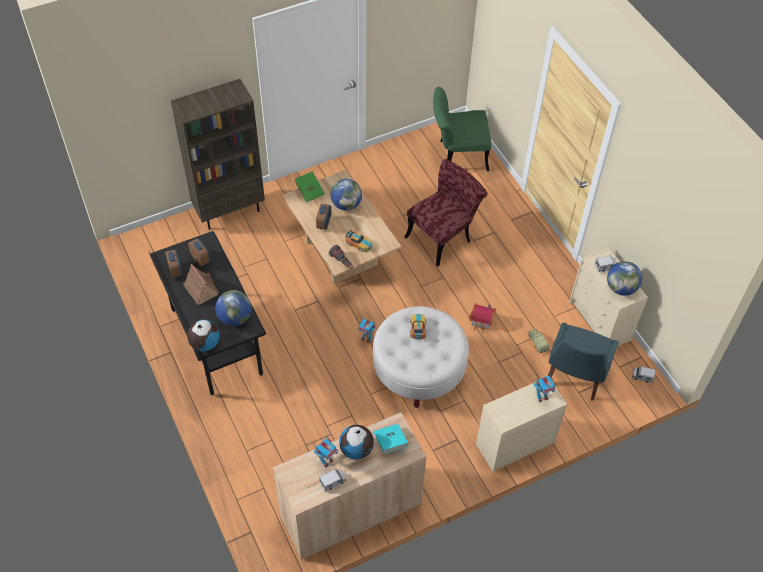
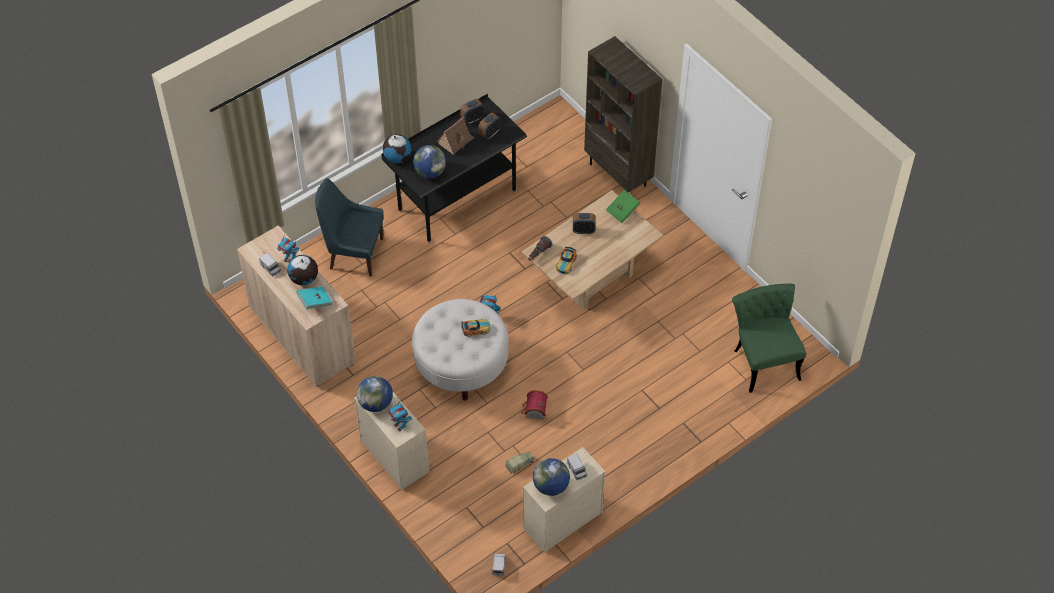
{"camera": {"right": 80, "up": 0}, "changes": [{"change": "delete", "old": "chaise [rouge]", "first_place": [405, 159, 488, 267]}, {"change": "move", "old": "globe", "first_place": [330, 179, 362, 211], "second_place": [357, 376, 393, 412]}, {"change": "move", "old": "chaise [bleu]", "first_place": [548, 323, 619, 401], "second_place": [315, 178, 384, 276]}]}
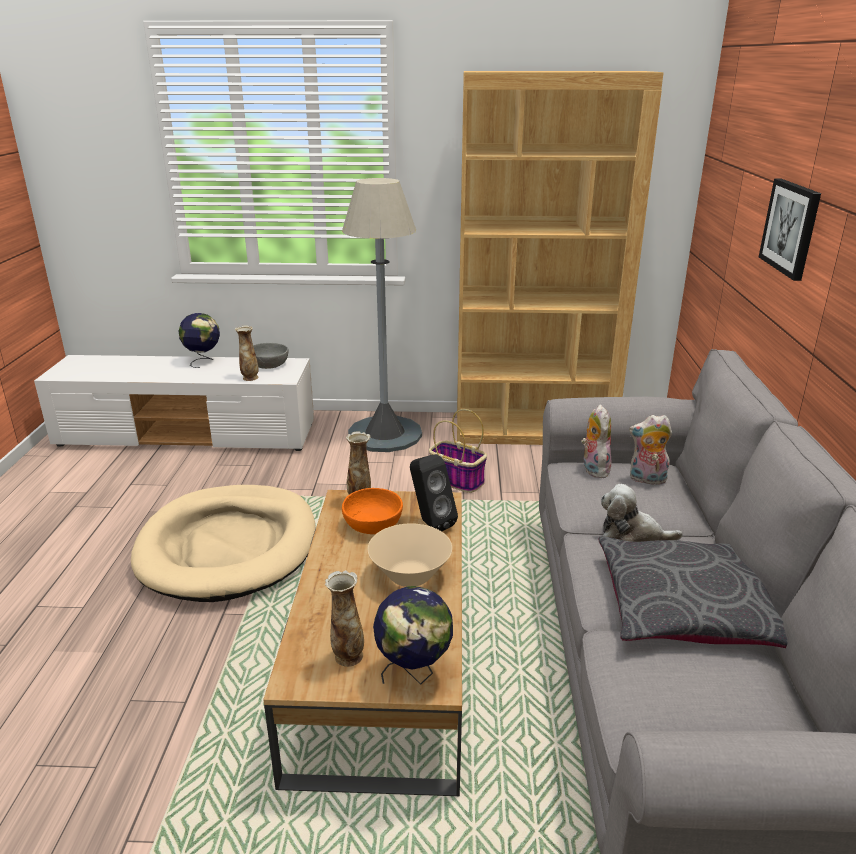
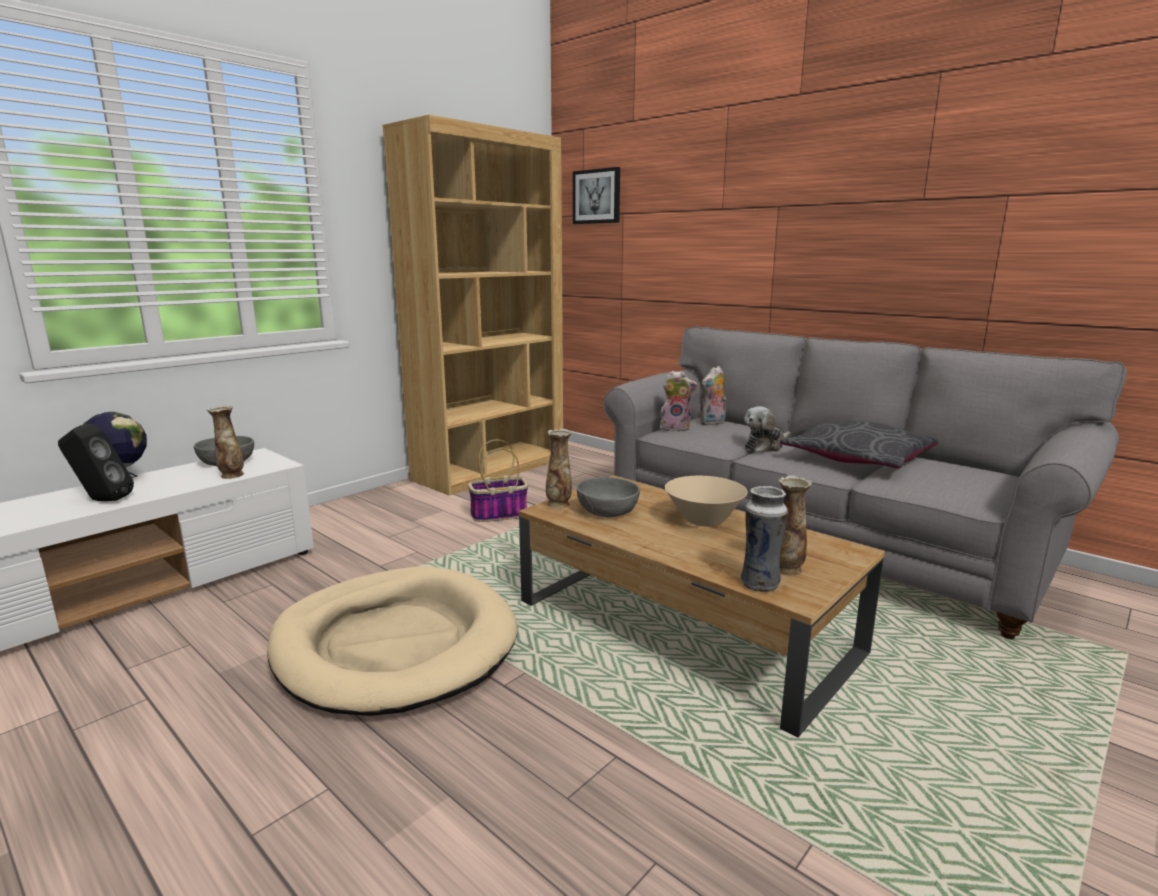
{"camera": {"right": -50, "up": -10}, "changes": [{"change": "delete", "old": "lampadaire [gris]", "first_place": [342, 178, 422, 452]}, {"change": "move", "old": "tableau", "first_place": [759, 179, 821, 281], "second_place": [573, 167, 620, 224]}, {"change": "rotate", "old": "peluche", "first_place": [581, 404, 611, 478], "second_place": [660, 370, 698, 432], "degrees": 150}, {"change": "move", "old": "enceinte [noir]", "first_place": [410, 454, 458, 531], "second_place": [58, 423, 134, 501]}, {"change": "recolor", "old": "bol [orange]", "new": "bol [gris]", "first_place": [342, 488, 403, 534], "second_place": [577, 477, 640, 517]}, {"change": "delete", "old": "globe", "first_place": [373, 586, 453, 685]}, {"change": "insert", "new": "vase", "second_place": [741, 486, 788, 592]}]}
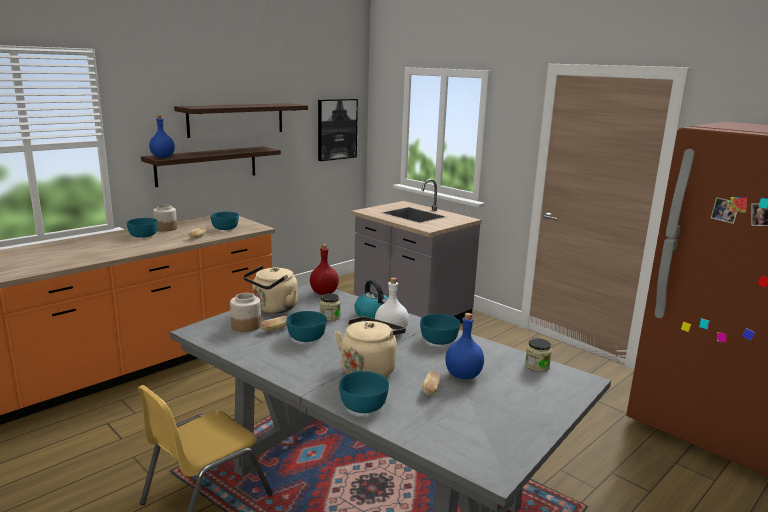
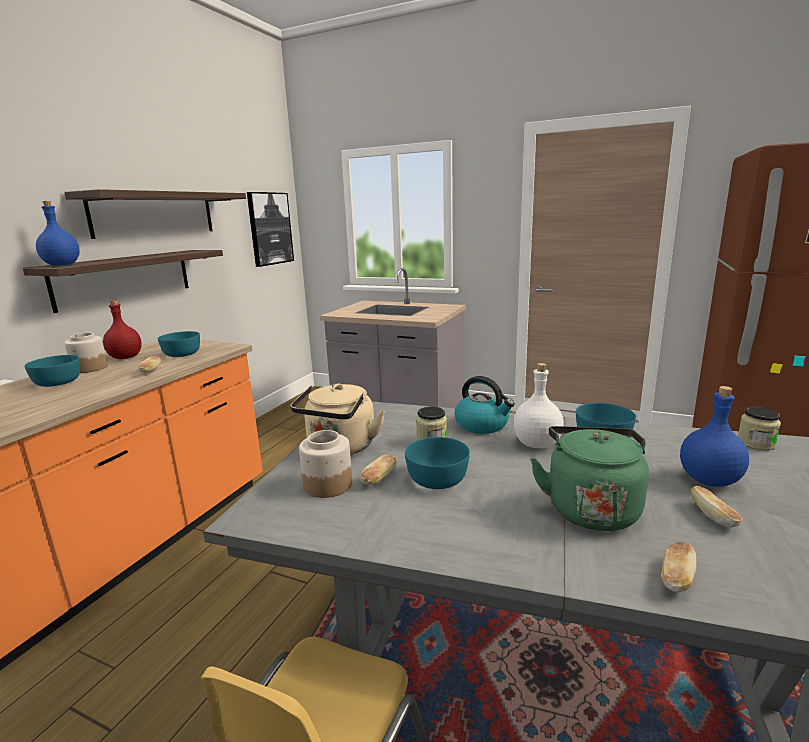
{"camera": {"right": -20, "up": 0}, "changes": [{"change": "move", "old": "bouteille [rouge]", "first_place": [310, 244, 339, 295], "second_place": [103, 300, 142, 359]}, {"change": "recolor", "old": "bouilloire [beige]", "new": "bouilloire [vert]", "first_place": [335, 317, 406, 378], "second_place": [530, 426, 649, 531]}, {"change": "replace", "old": "bol [turquoise]", "new": "pain", "first_place": [339, 371, 389, 413], "second_place": [662, 542, 696, 592]}]}
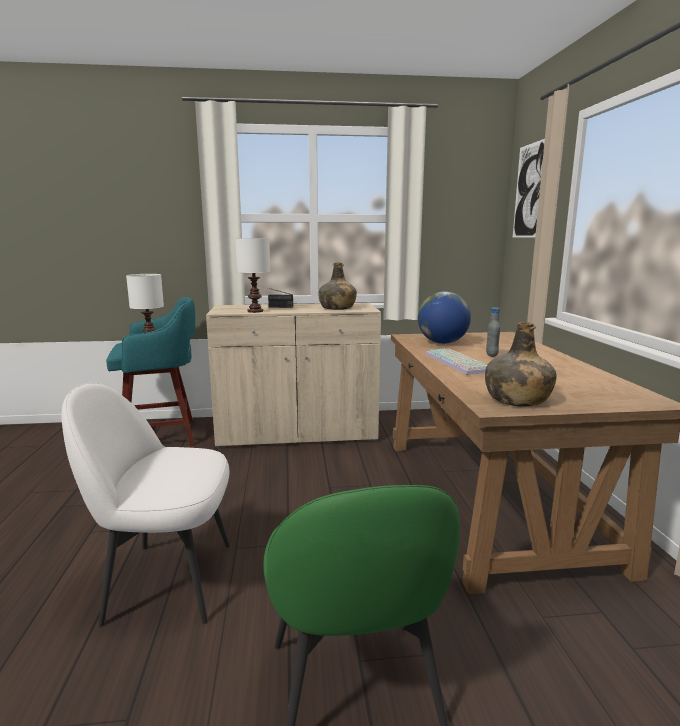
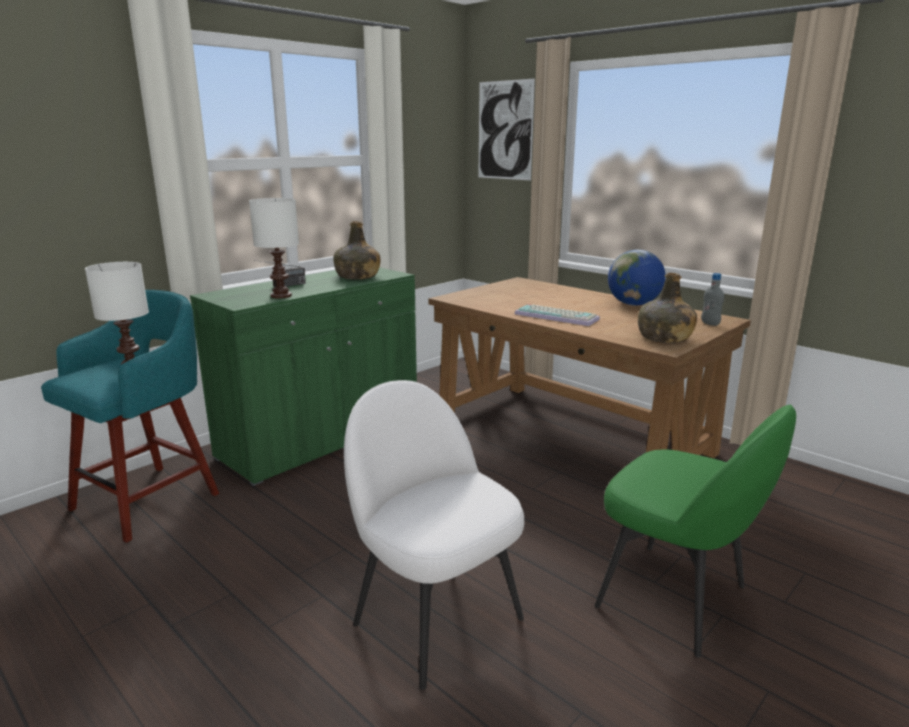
{"camera": {"right": -40, "up": 5}, "changes": [{"change": "move", "old": "globe", "first_place": [418, 292, 471, 344], "second_place": [608, 249, 666, 306]}, {"change": "recolor", "old": "meuble de rangement [beige]", "new": "meuble de rangement [vert]", "first_place": [206, 303, 381, 448], "second_place": [190, 267, 417, 486]}, {"change": "move", "old": "bouteille [gris]", "first_place": [486, 308, 500, 357], "second_place": [701, 273, 724, 326]}, {"change": "rotate", "old": "chaise [blanc]", "first_place": [61, 383, 230, 627], "second_place": [344, 380, 524, 690], "degrees": 90}]}
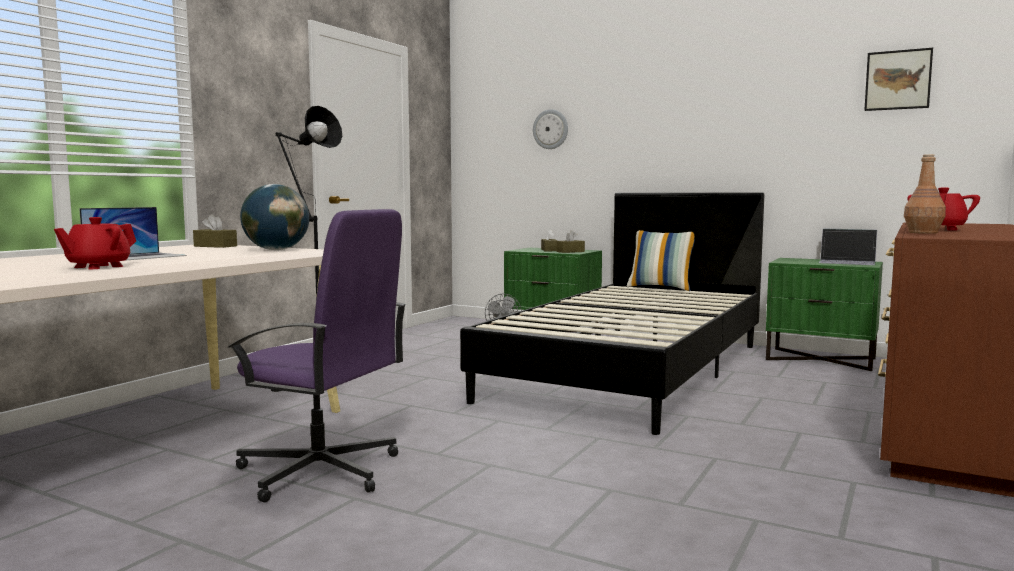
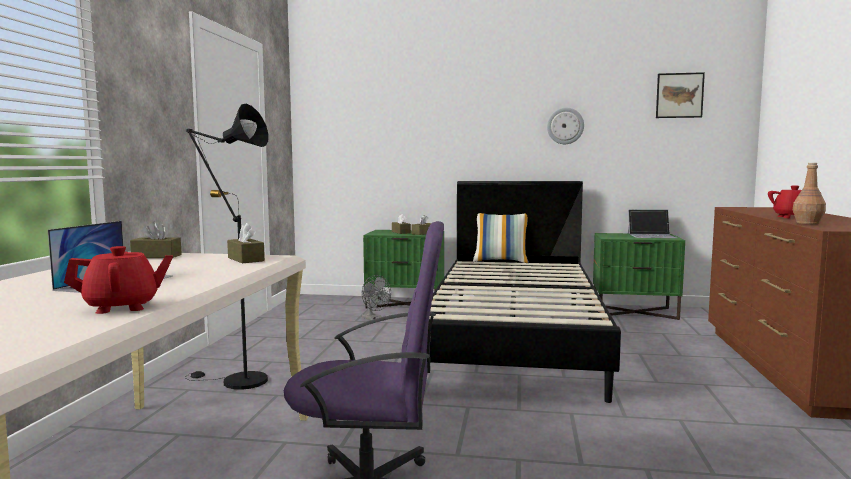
{"camera": {"right": -20, "up": 0}, "changes": [{"change": "move", "old": "horloge murale", "first_place": [533, 109, 568, 149], "second_place": [547, 108, 584, 144]}, {"change": "replace", "old": "globe", "new": "boîte à mouchoirs [marron]", "first_place": [240, 184, 309, 250], "second_place": [227, 223, 265, 264]}, {"change": "rotate", "old": "théière [rouge]", "first_place": [54, 217, 136, 269], "second_place": [64, 246, 173, 314], "degrees": -120}]}
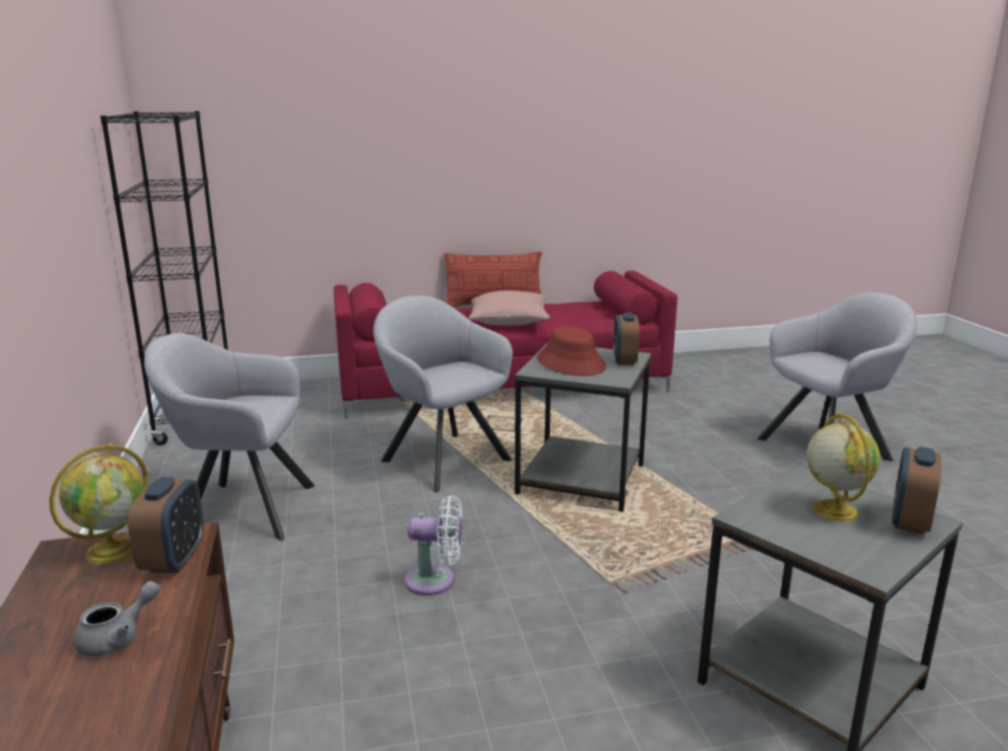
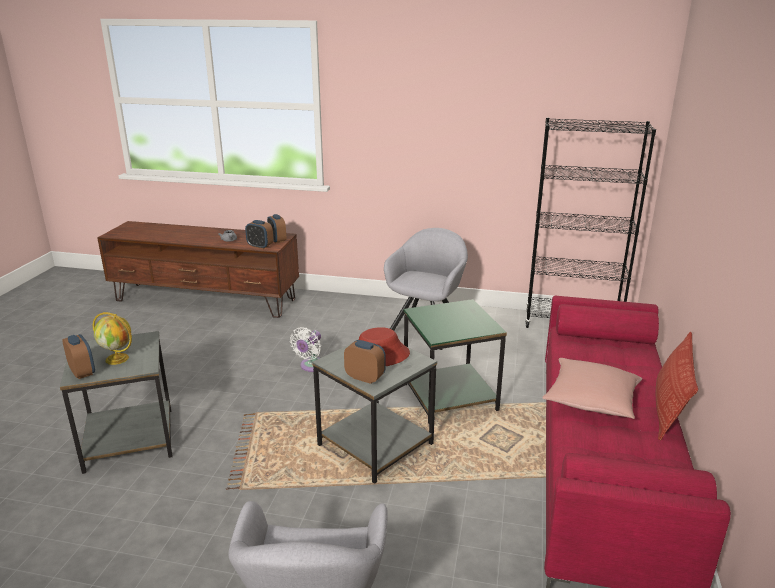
{"camera": {"right": 115, "up": 5}, "changes": [{"change": "replace", "old": "fauteuil [gris]", "new": "table d'appoint [vert]", "first_place": [373, 296, 513, 492], "second_place": [404, 299, 507, 423]}, {"change": "replace", "old": "globe", "new": "réveil", "first_place": [49, 443, 148, 564], "second_place": [267, 214, 286, 243]}]}
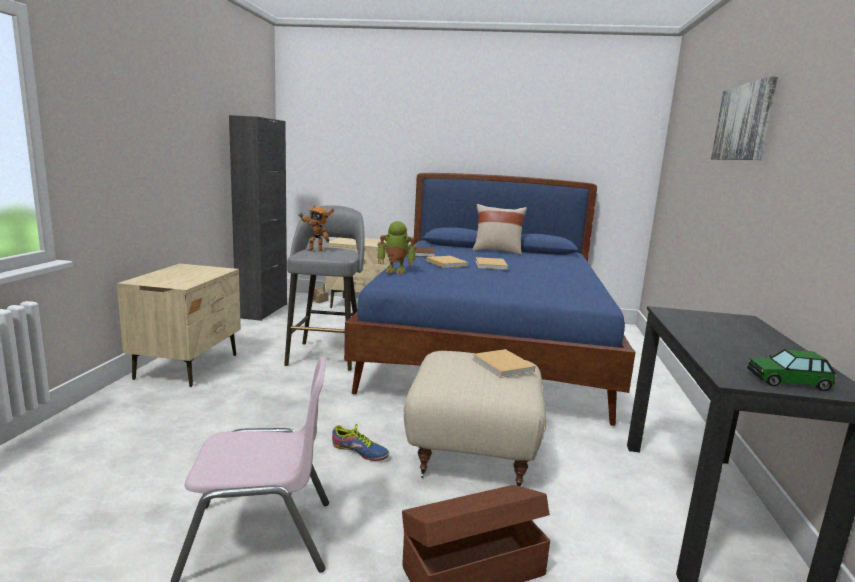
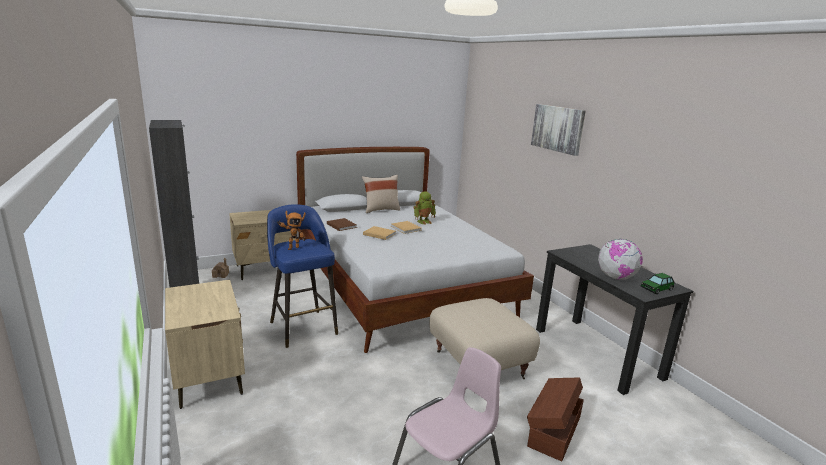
{"camera": {"right": -35, "up": 5}, "changes": [{"change": "recolor", "old": "lit [bleu]", "new": "lit [blanc]", "first_place": [344, 173, 636, 426], "second_place": [296, 147, 534, 353]}, {"change": "recolor", "old": "tabouret [gris]", "new": "tabouret [bleu]", "first_place": [284, 205, 365, 371], "second_place": [267, 204, 338, 348]}, {"change": "move", "old": "robot jouet", "first_place": [377, 221, 417, 274], "second_place": [413, 191, 436, 225]}, {"change": "delete", "old": "livre [beige]", "first_place": [472, 349, 535, 378]}, {"change": "delete", "old": "chaussure", "first_place": [332, 424, 389, 461]}, {"change": "insert", "new": "globe", "second_place": [598, 239, 643, 280]}]}
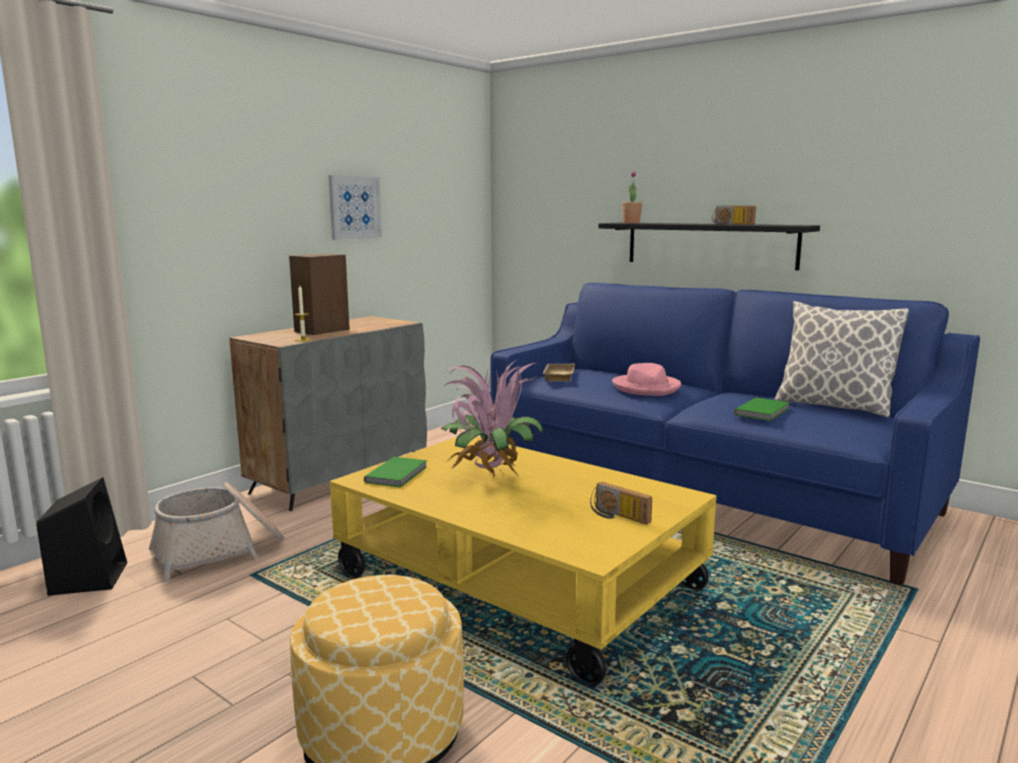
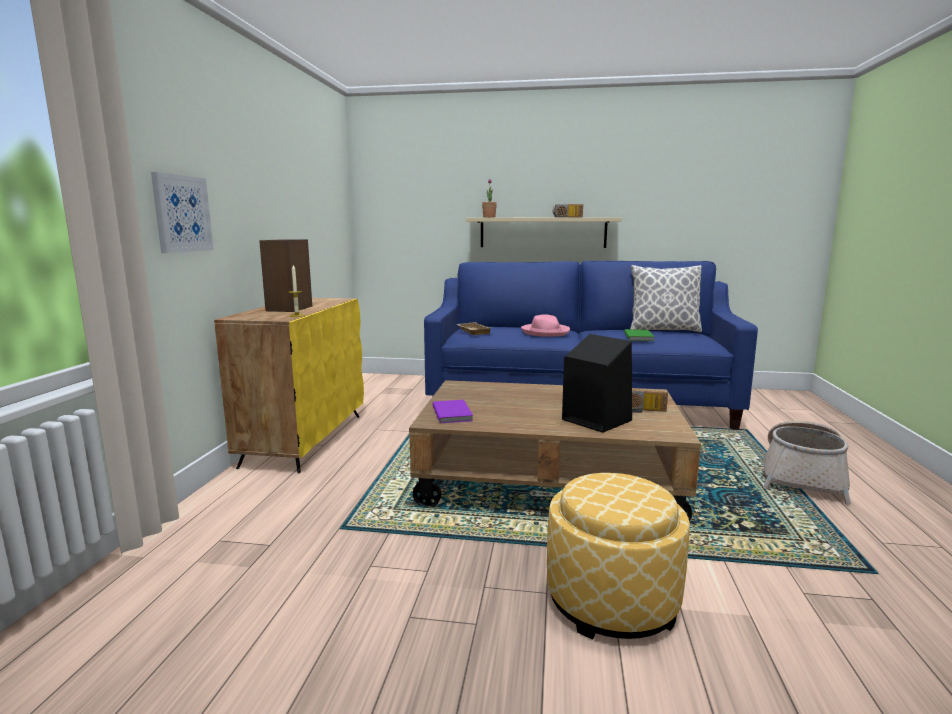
{"camera": {"right": -30, "up": 0}, "changes": [{"change": "move", "old": "tableau", "first_place": [329, 175, 382, 240], "second_place": [151, 172, 214, 253]}, {"change": "recolor", "old": "étagère [noir]", "new": "étagère [beige]", "first_place": [598, 223, 820, 270], "second_place": [466, 217, 622, 248]}, {"change": "recolor", "old": "meuble de rangement [gris]", "new": "meuble de rangement [jaune]", "first_place": [230, 316, 427, 511], "second_place": [214, 298, 364, 473]}, {"change": "delete", "old": "plante en pot", "first_place": [440, 357, 543, 480]}, {"change": "recolor", "old": "table basse [jaune]", "new": "table basse [marron]", "first_place": [330, 437, 717, 686], "second_place": [409, 380, 701, 521]}, {"change": "recolor", "old": "livre [vert]", "new": "livre [violet]", "first_place": [364, 457, 427, 487], "second_place": [432, 400, 473, 423]}, {"change": "move", "old": "enceinte [noir]", "first_place": [36, 477, 127, 596], "second_place": [562, 334, 632, 433]}, {"change": "move", "old": "panier", "first_place": [149, 482, 284, 582], "second_place": [763, 421, 851, 504]}]}
